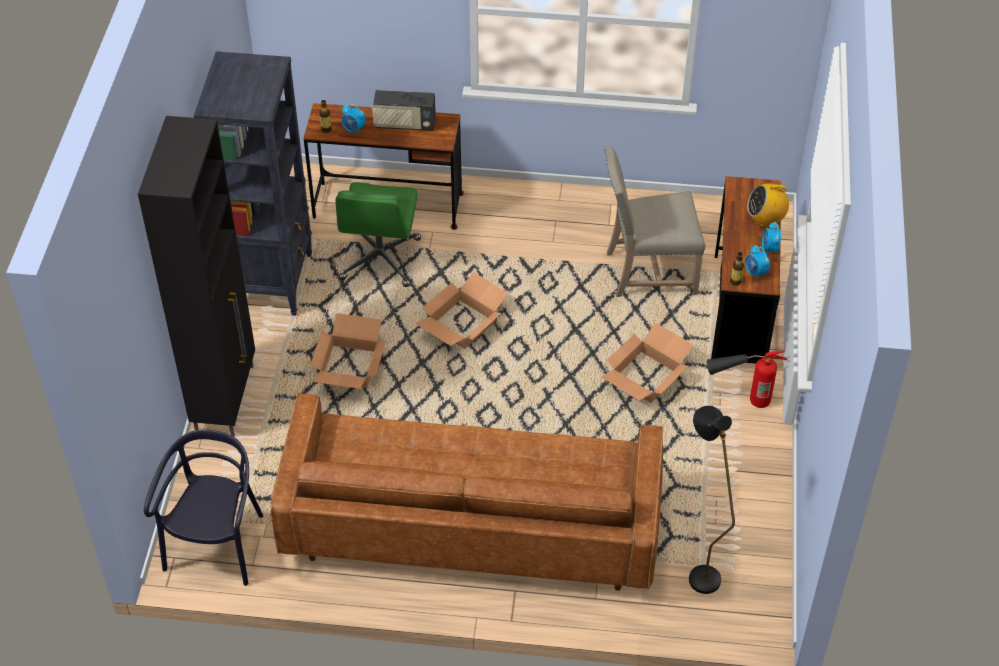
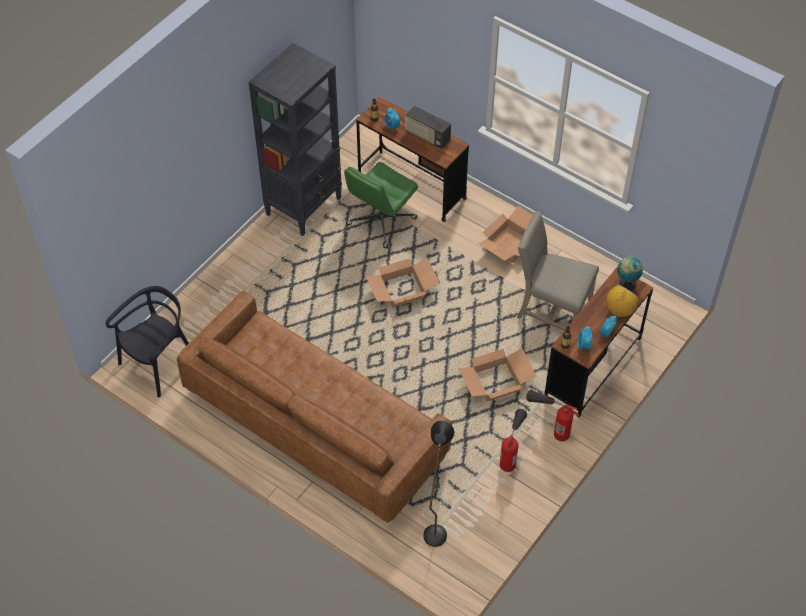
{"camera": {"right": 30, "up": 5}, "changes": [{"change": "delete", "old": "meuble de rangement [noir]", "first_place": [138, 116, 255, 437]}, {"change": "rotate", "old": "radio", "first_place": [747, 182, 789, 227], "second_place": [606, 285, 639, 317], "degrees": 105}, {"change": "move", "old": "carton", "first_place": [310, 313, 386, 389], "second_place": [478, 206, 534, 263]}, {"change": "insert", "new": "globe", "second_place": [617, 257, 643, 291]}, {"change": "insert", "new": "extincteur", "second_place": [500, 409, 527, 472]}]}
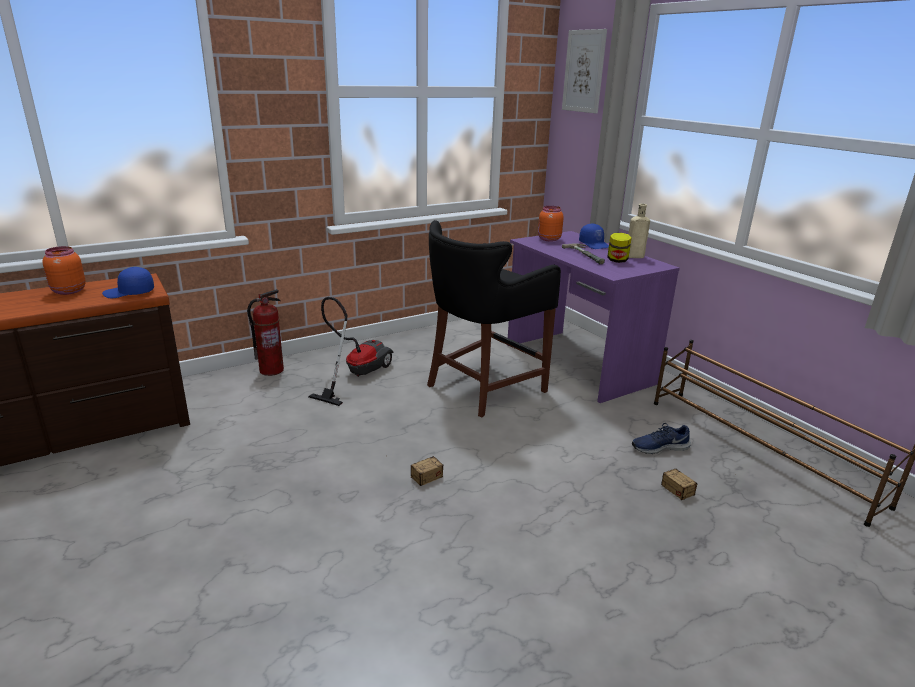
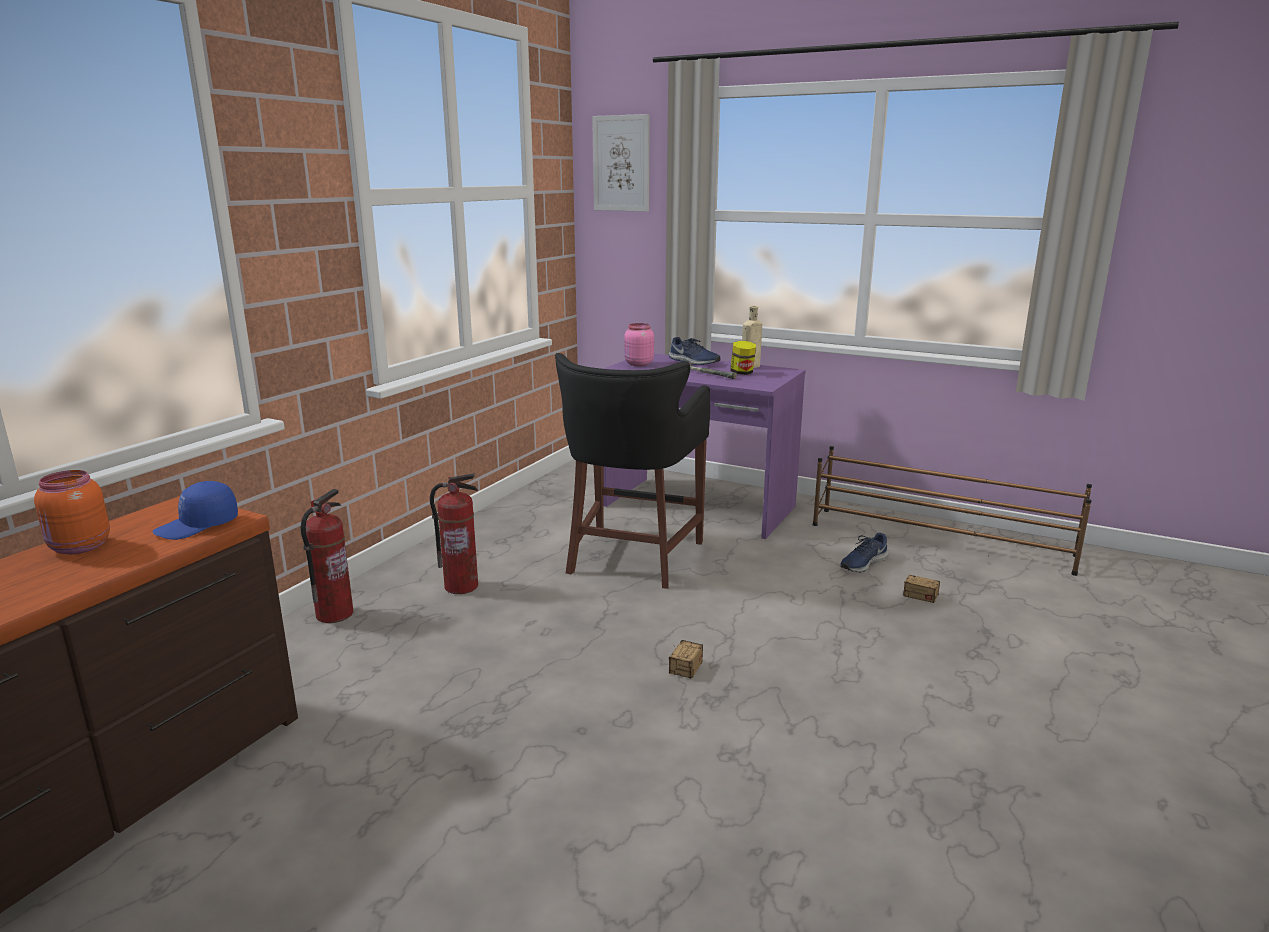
{"camera": {"right": -30, "up": -5}, "changes": [{"change": "recolor", "old": "bocal [orange]", "new": "bocal [rose]", "first_place": [538, 206, 564, 242], "second_place": [624, 323, 654, 366]}, {"change": "replace", "old": "casquette [bleu]", "new": "chaussure [bleu]", "first_place": [579, 224, 609, 249], "second_place": [669, 337, 721, 365]}, {"change": "replace", "old": "aspirateur", "new": "extincteur", "first_place": [308, 297, 393, 406], "second_place": [430, 473, 478, 594]}]}
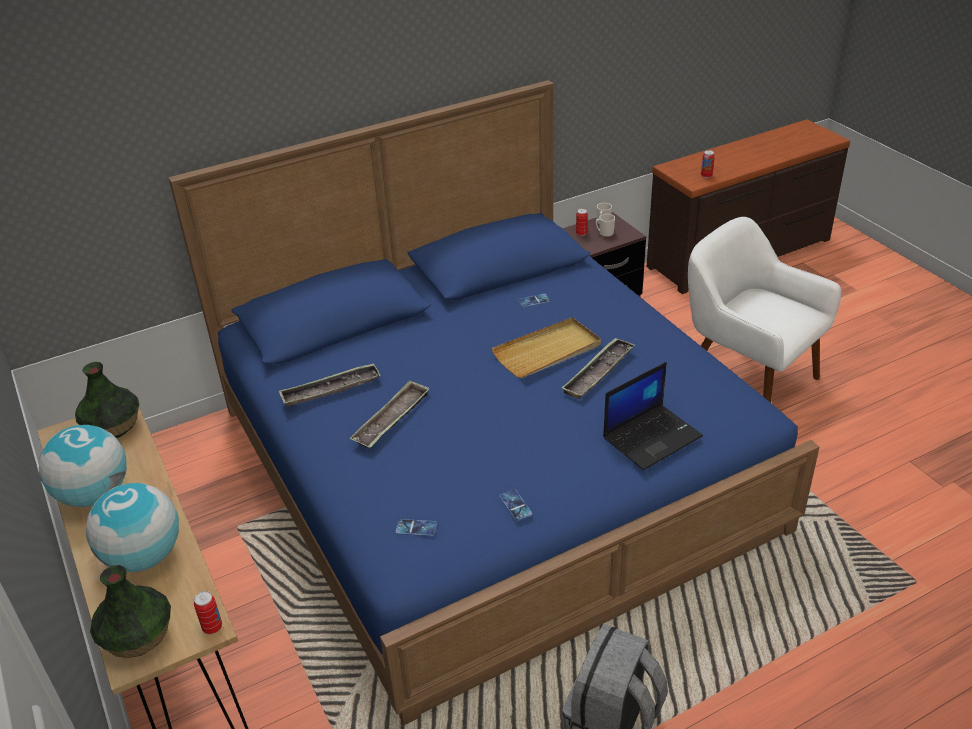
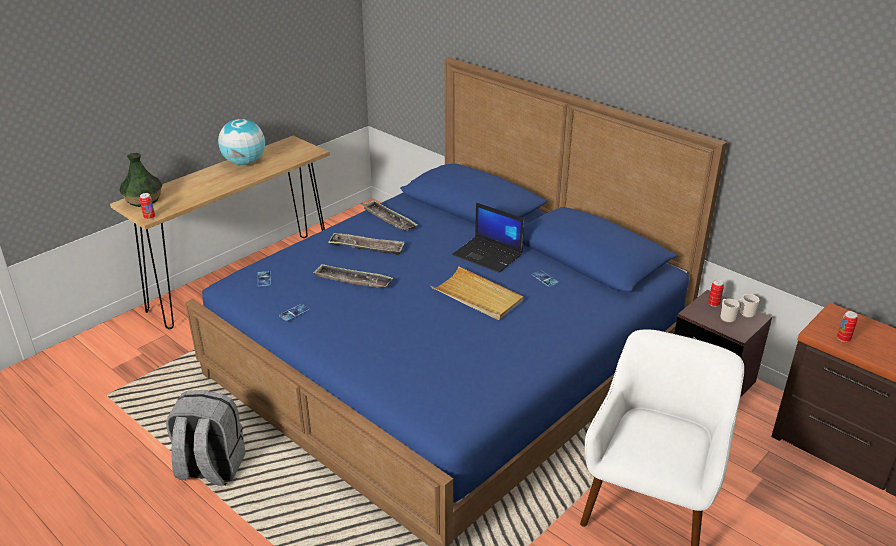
{"camera": {"right": 70, "up": -5}, "changes": [{"change": "move", "old": "plateau", "first_place": [561, 337, 635, 399], "second_place": [313, 264, 393, 288]}, {"change": "delete", "old": "vase", "first_place": [75, 362, 139, 438]}, {"change": "move", "old": "ordinateur portable", "first_place": [603, 362, 703, 470], "second_place": [452, 202, 524, 273]}, {"change": "delete", "old": "globe", "first_place": [86, 483, 179, 572]}]}
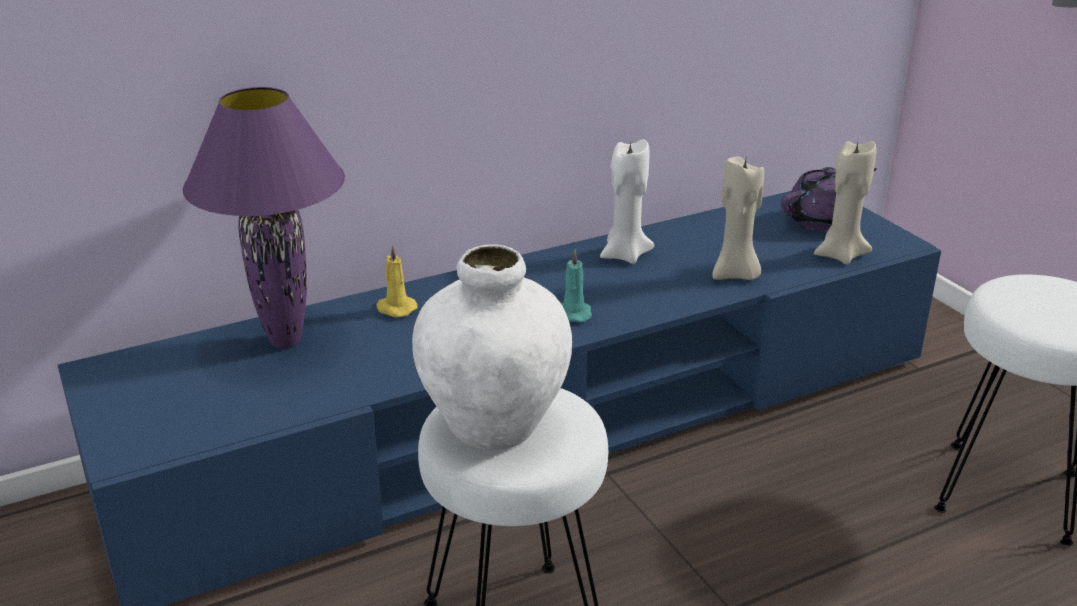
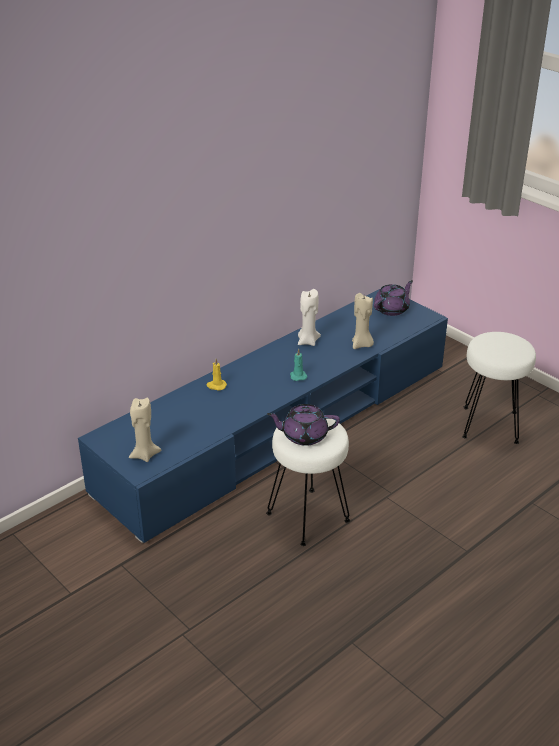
{"camera": {"right": -15, "up": 5}, "changes": [{"change": "delete", "old": "lampe de table [violet]", "first_place": [183, 87, 345, 349]}, {"change": "move", "old": "bougie [beige]", "first_place": [814, 141, 877, 265], "second_place": [129, 398, 161, 462]}, {"change": "replace", "old": "vase [blanc]", "new": "théière [violet]", "first_place": [412, 244, 572, 450], "second_place": [267, 404, 340, 446]}]}
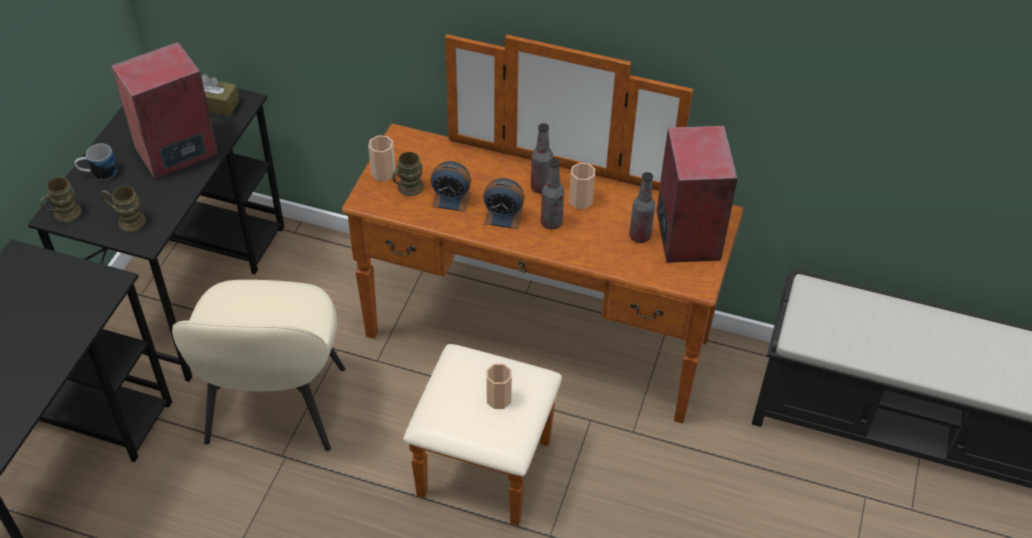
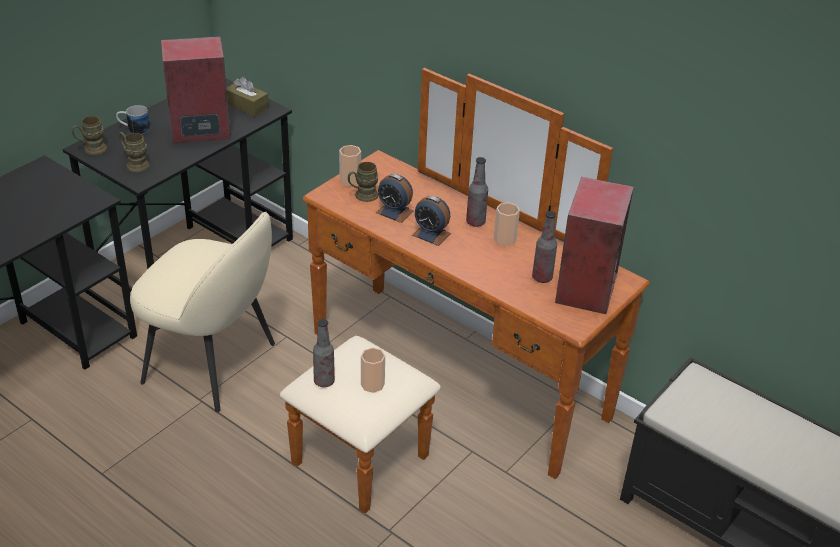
{"camera": {"right": 20, "up": -10}, "changes": [{"change": "move", "old": "bouteille", "first_place": [541, 159, 564, 229], "second_place": [313, 319, 335, 387]}, {"change": "rotate", "old": "chaise [beige]", "first_place": [172, 280, 345, 451], "second_place": [130, 212, 275, 412], "degrees": -90}]}
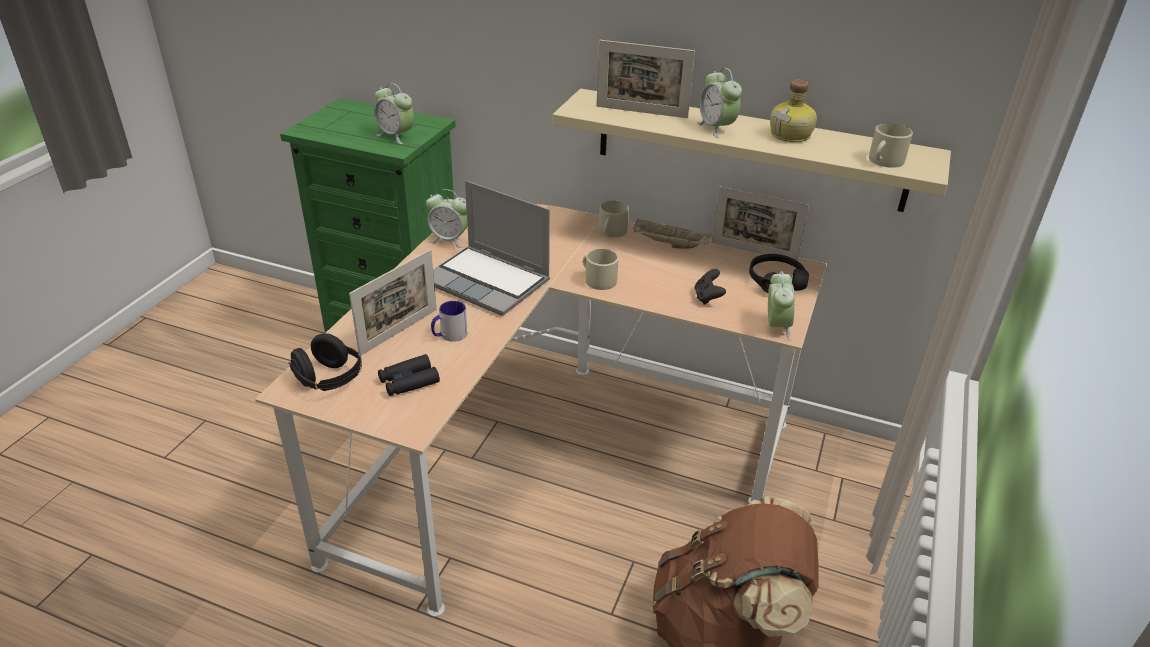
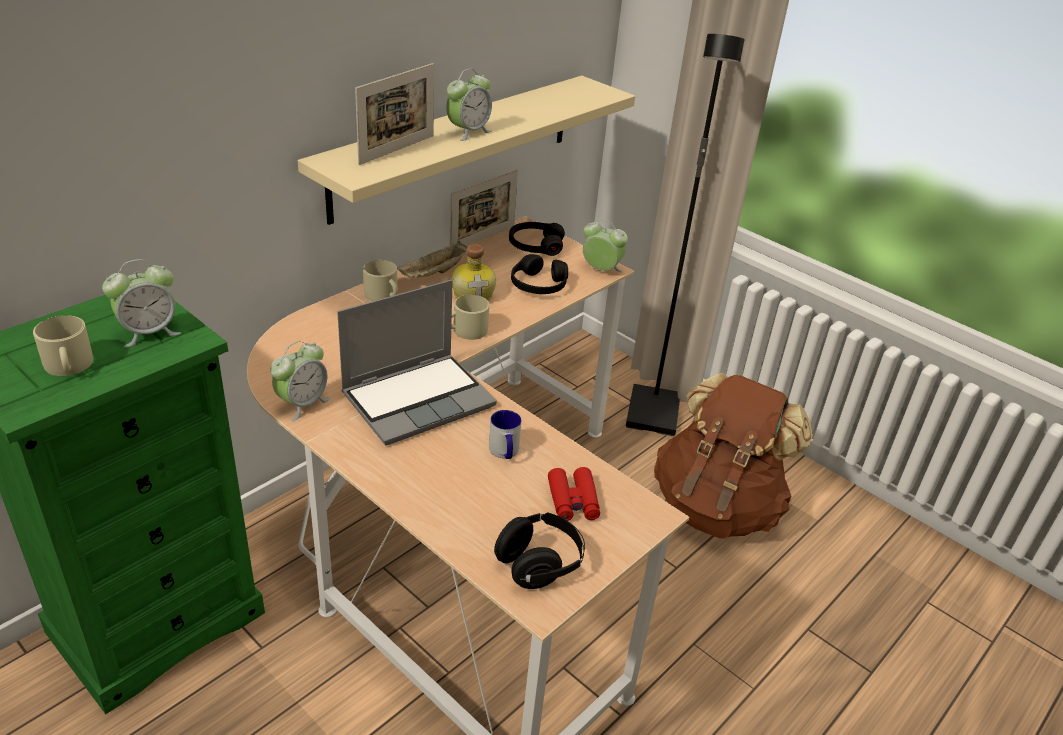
{"camera": {"right": -70, "up": 0}, "changes": [{"change": "rotate", "old": "réveil", "first_place": [697, 68, 742, 138], "second_place": [446, 69, 492, 141], "degrees": -45}, {"change": "move", "old": "bouteille", "first_place": [770, 80, 817, 142], "second_place": [452, 244, 496, 301]}, {"change": "move", "old": "mug [beige]", "first_place": [869, 123, 913, 168], "second_place": [33, 315, 93, 376]}, {"change": "delete", "old": "cadre photo", "first_place": [349, 249, 437, 355]}, {"change": "replace", "old": "manette [noir]", "new": "casque audio [noir]", "first_place": [694, 269, 726, 305], "second_place": [511, 254, 568, 294]}, {"change": "recolor", "old": "jumelles [noir]", "new": "jumelles [rouge]", "first_place": [378, 354, 440, 396], "second_place": [548, 467, 600, 521]}, {"change": "insert", "new": "lampadaire [noir]", "second_place": [626, 34, 745, 436]}]}
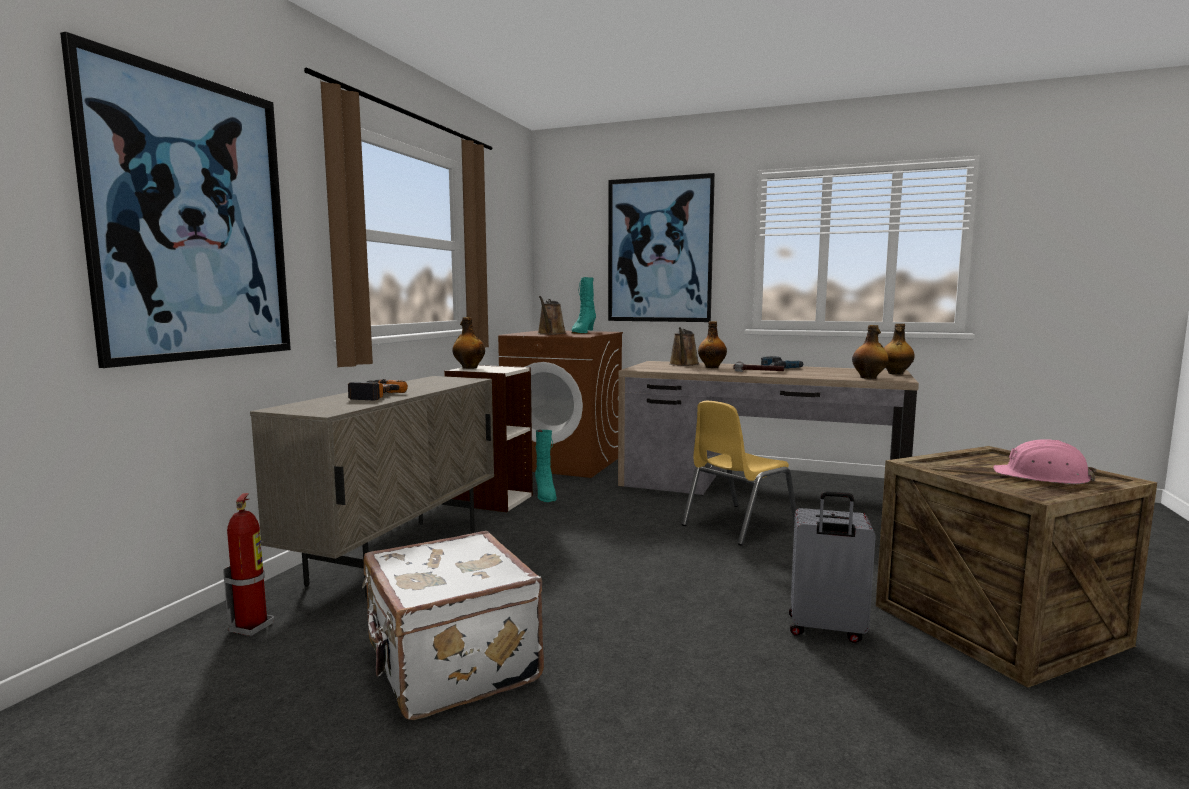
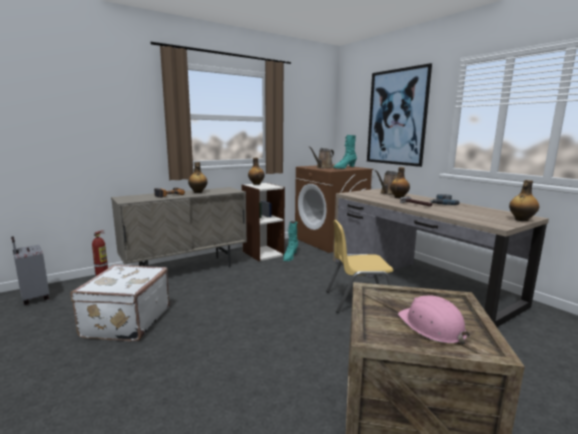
{"camera": {"right": 35, "up": 5}, "changes": [{"change": "delete", "old": "tableau", "first_place": [60, 32, 291, 368]}, {"change": "move", "old": "bouteille", "first_place": [852, 325, 889, 379], "second_place": [188, 162, 208, 193]}, {"change": "move", "old": "valise [gris]", "first_place": [789, 491, 876, 643], "second_place": [11, 236, 50, 305]}]}
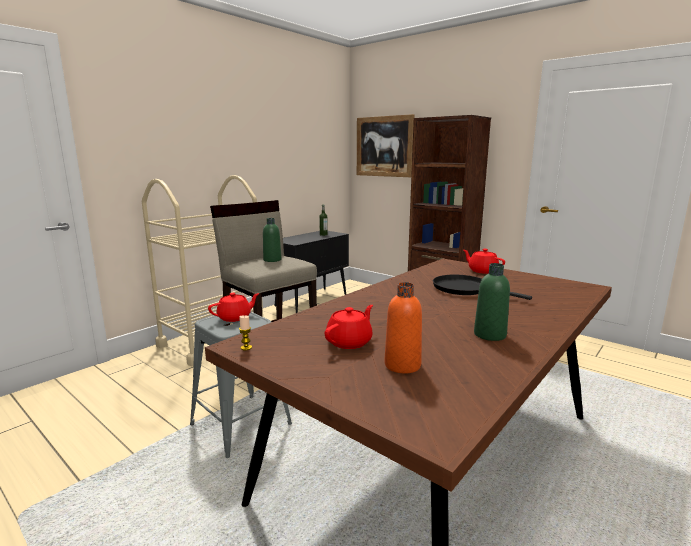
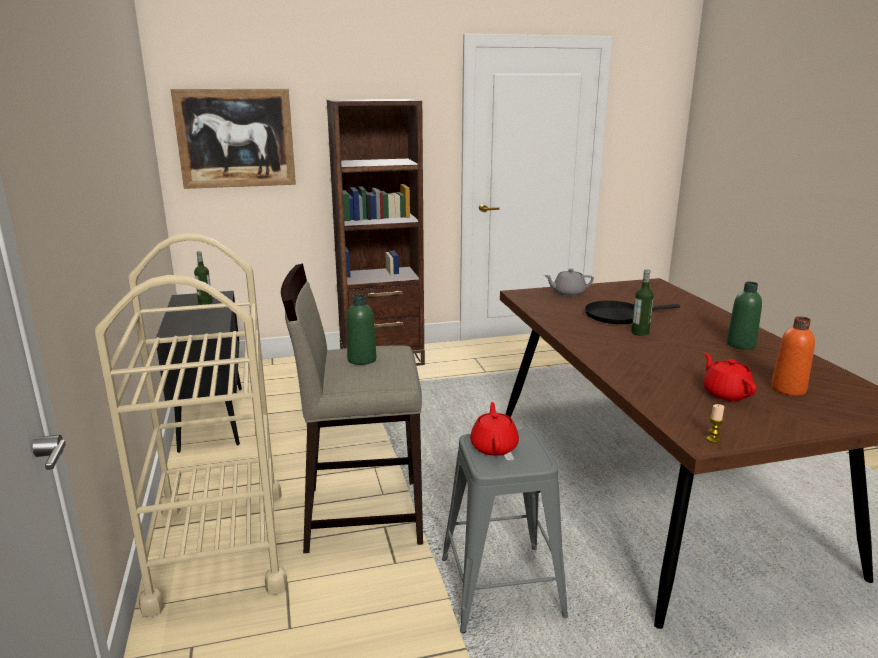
{"camera": {"right": -55, "up": 5}, "changes": [{"change": "recolor", "old": "théière [rouge]", "new": "théière [gris]", "first_place": [463, 249, 505, 274], "second_place": [544, 269, 594, 296]}, {"change": "insert", "new": "bouteille", "second_place": [631, 269, 654, 336]}]}
